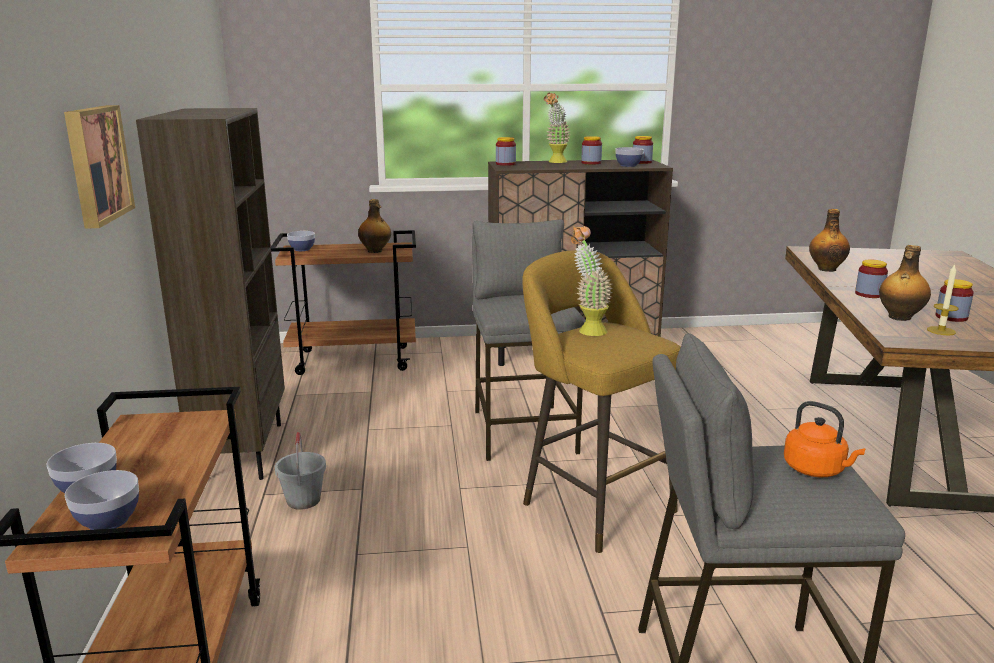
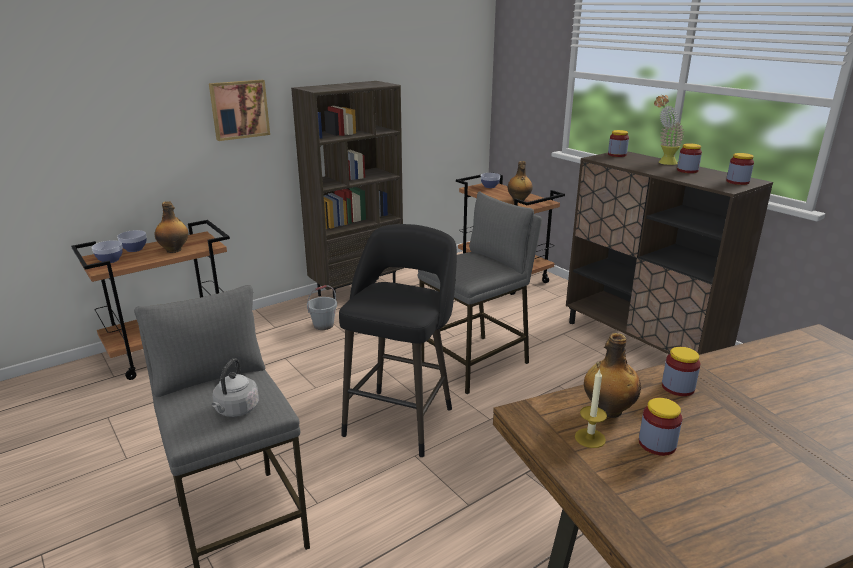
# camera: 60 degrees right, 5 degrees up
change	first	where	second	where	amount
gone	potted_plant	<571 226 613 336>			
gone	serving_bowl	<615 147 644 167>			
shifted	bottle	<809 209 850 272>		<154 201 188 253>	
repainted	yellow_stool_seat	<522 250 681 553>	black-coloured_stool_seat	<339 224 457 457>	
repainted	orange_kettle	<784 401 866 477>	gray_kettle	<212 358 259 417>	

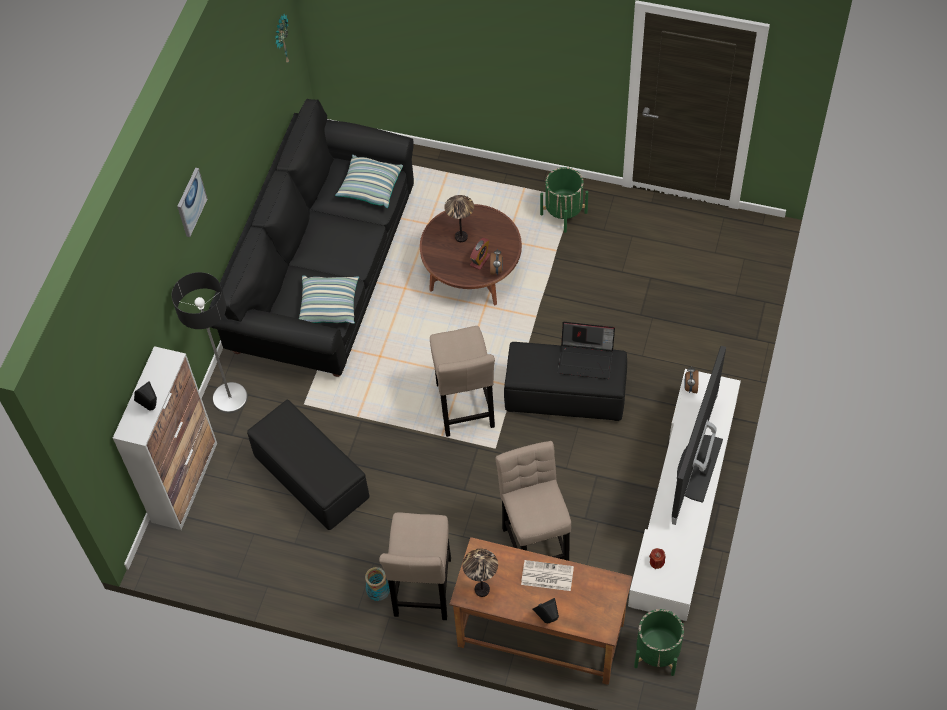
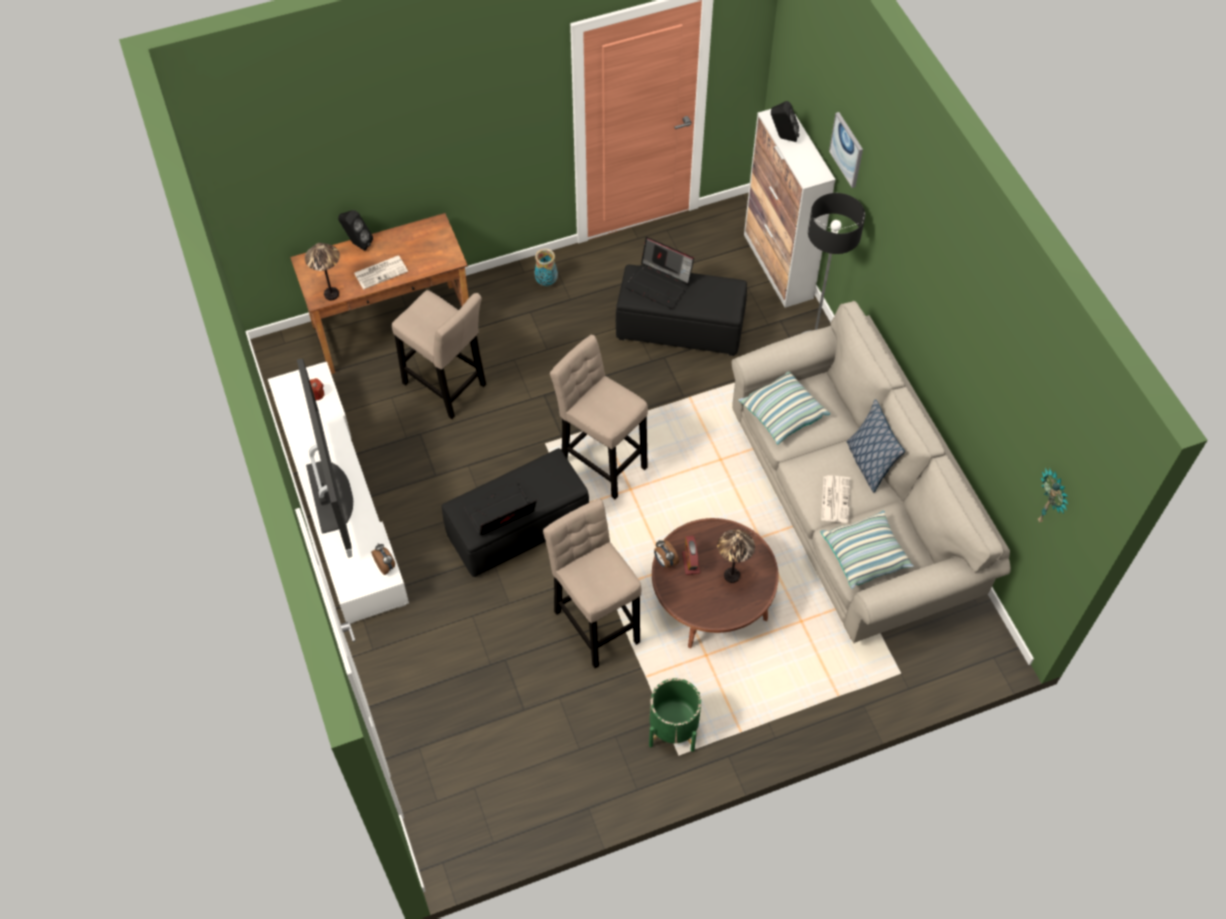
# camera: 140 degrees right, 0 degrees up
change	first	where	second	where	amount
gone	green-coloured_flower_pot	<634 609 684 676>			
new			laptop	<625 237 694 308>	
new			newspaper	<821 475 851 523>	
new			cushion	<846 399 905 493>	
shifted	wall_art	<177 168 207 237>		<829 112 863 188>	
shifted	beige-coloured_stool_seat	<379 512 451 620>		<543 499 642 668>	
shifted	table_lamp	<463 549 498 597>		<305 243 340 300>	
repainted	black-coloured_sofa	<209 99 414 377>	beige-coloured_sofa	<732 301 1011 643>	

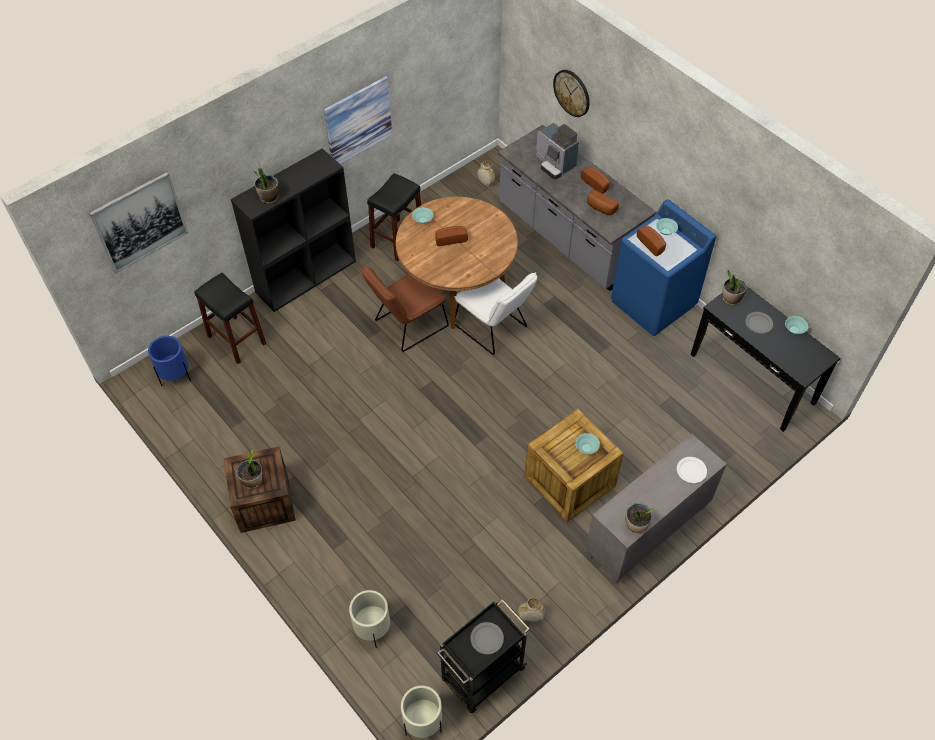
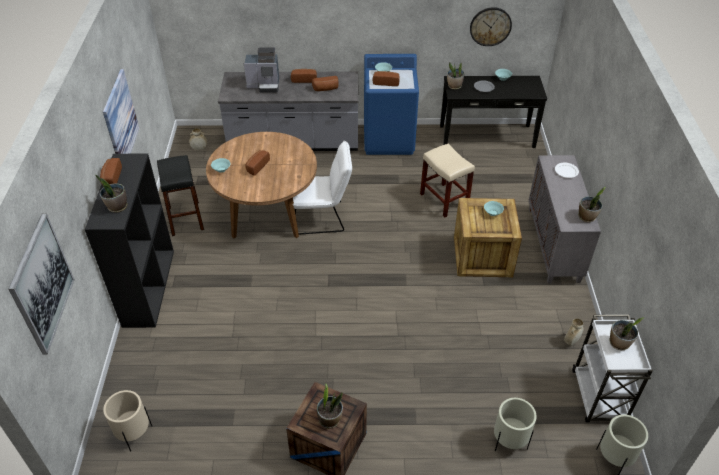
# camera: 50 degrees left, 10 degrees down
change	first	where	second	where	amount
gone	black-coloured_stool_seat	<194 273 266 364>			
gone	brown_plain_chair	<362 265 449 352>			
new			bakery_bread	<100 158 122 185>	
new			beige-coloured_stool_seat	<420 144 475 218>	
shifted	wall_clock	<553 70 590 117>		<470 7 512 46>	
swapped	gray_dinner_plate	<471 622 504 654>	potted_plant	<610 317 644 350>	
repainted	bluish_flower_pot	<148 336 191 386>	beige-coloured_flower_pot	<103 390 152 451>	
repainted	black-coloured_cart	<436 599 530 713>	white-coloured_cart	<572 315 653 422>	

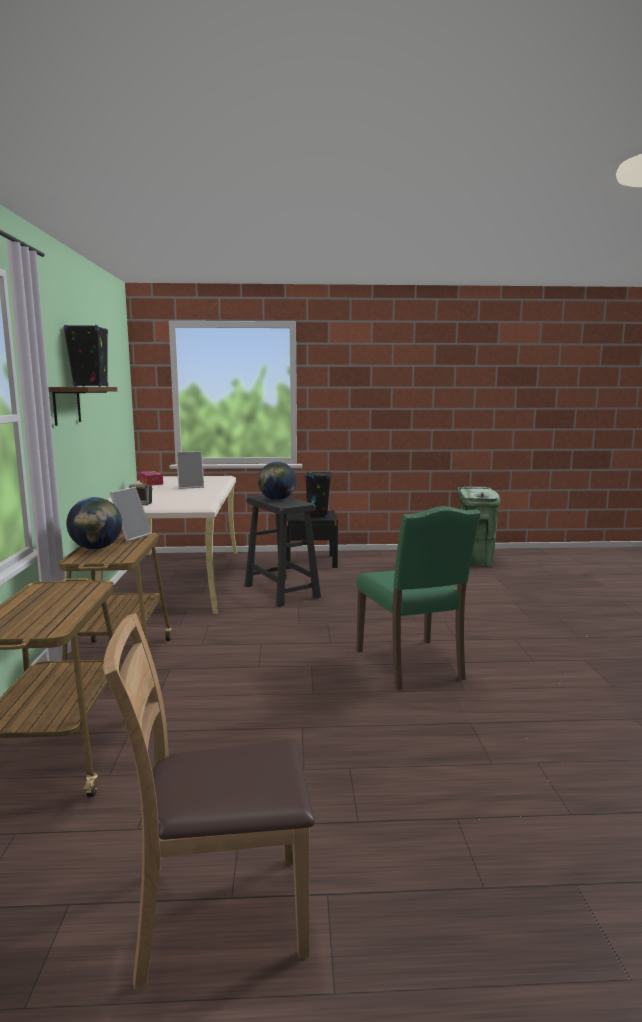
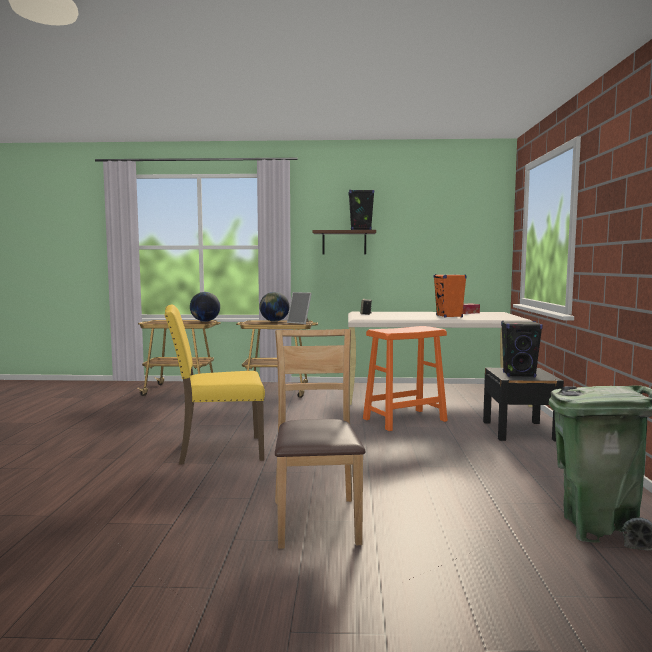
# camera: 95 degrees right, 5 degrees down
change	first	where	second	where	amount
shifted	brown_plain_chair	<103 613 315 990>		<275 329 365 549>	
shifted	globe	<258 462 296 500>		<190 292 220 322>	
swapped	picture_frame	<176 451 204 489>	orange_speaker	<434 274 467 318>	
repainted	black-coloured_stool_seat	<245 495 321 607>	orange_stool_seat	<363 326 448 431>	
repainted	green-coloured_plain_chair	<357 506 481 690>	yellow_plain_chair	<164 305 265 465>	

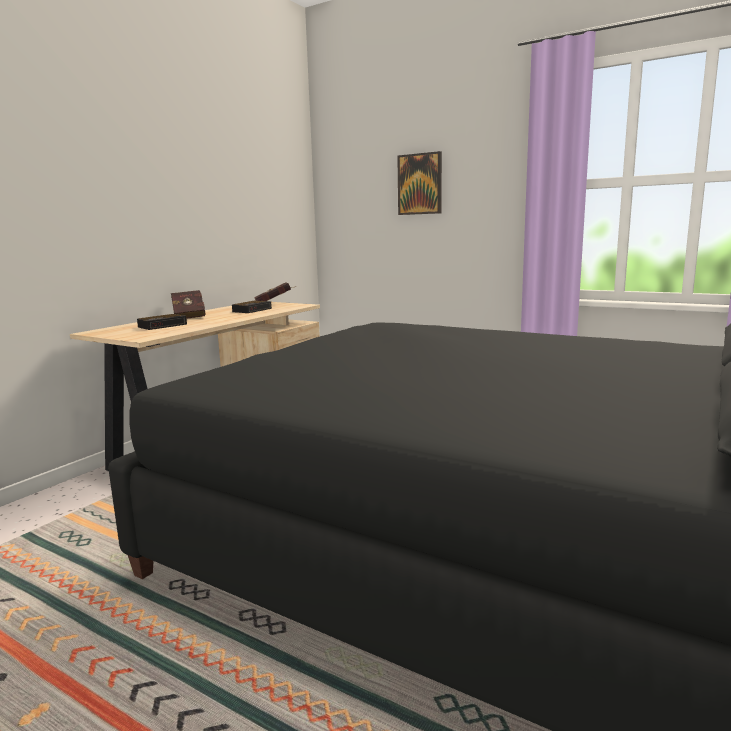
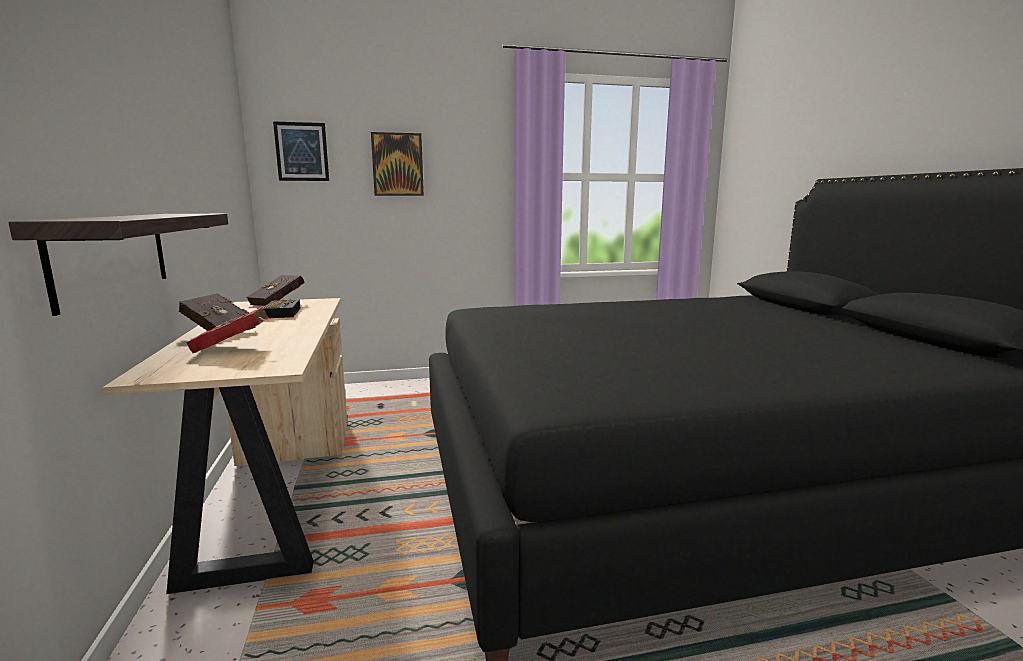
# camera: 45 degrees left, 0 degrees up
change	first	where	second	where	amount
new			bracket_shelf	<9 214 228 316>	
new			wall_art	<273 121 329 181>	
swapped	table_clock	<137 314 187 330>	red-coloured_book	<187 307 271 353>	

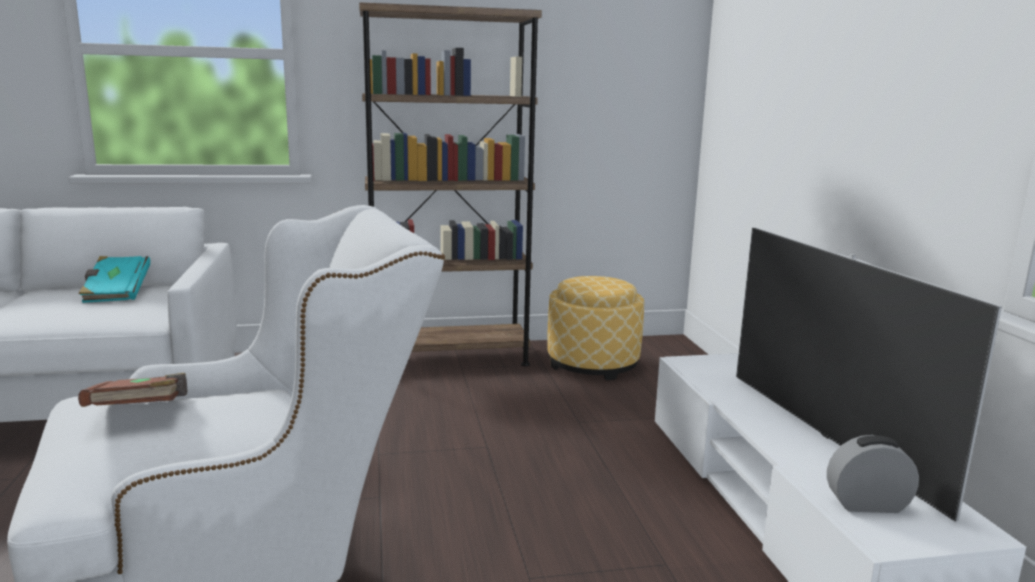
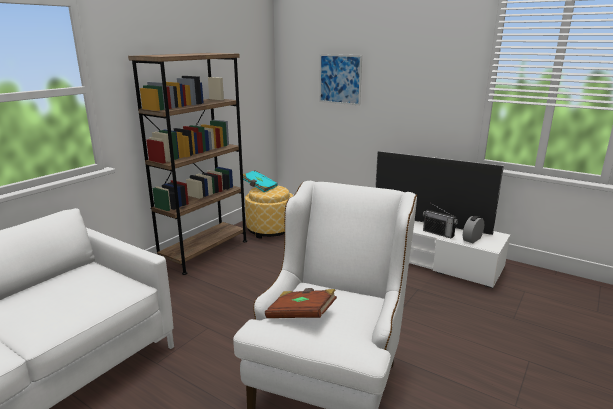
# camera: 45 degrees left, 5 degrees up
change	first	where	second	where	amount
new			wall_art	<319 54 362 105>	
new			radio_receiver	<423 203 458 239>	
shifted	blue-green_book	<79 256 150 303>		<243 170 278 192>	

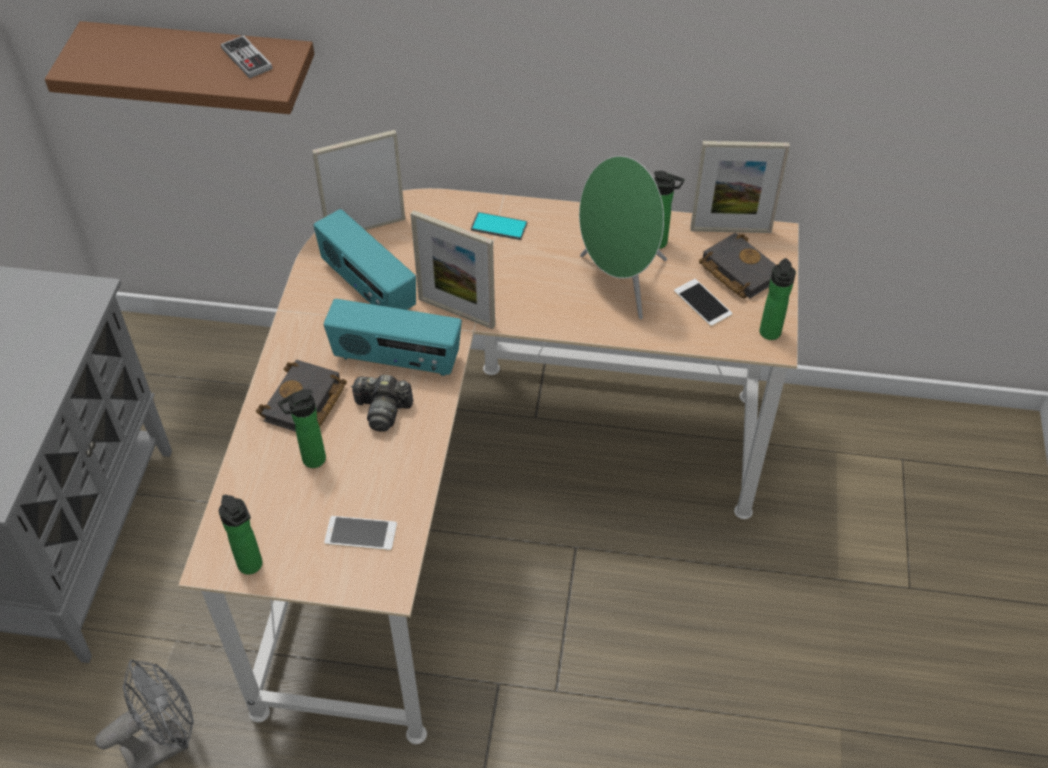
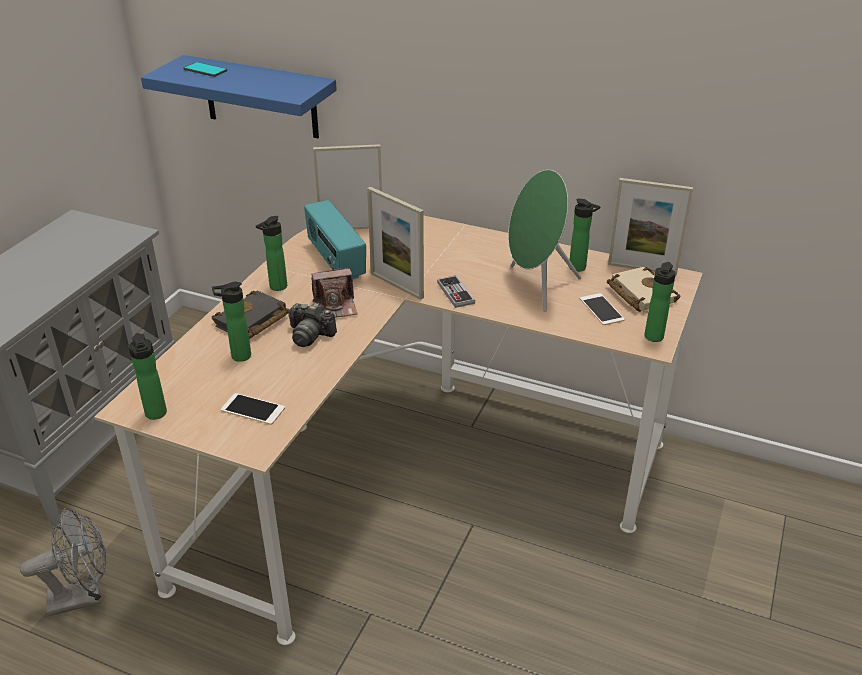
# camera: 15 degrees right, 15 degrees down
change	first	where	second	where	amount
new			bottle	<256 216 287 291>	
shifted	game_controller	<221 35 273 78>		<437 275 475 308>	
shifted	phone	<471 212 527 240>		<183 62 227 77>	
swapped	radio_receiver	<324 299 462 376>	photo_camera	<311 267 357 318>	
repainted	brown_bracket_shelf	<45 21 314 114>	bluish_bracket_shelf	<141 55 337 138>	
repainted	black-coloured_book	<699 233 779 299>	beige-coloured_book	<607 267 681 312>	

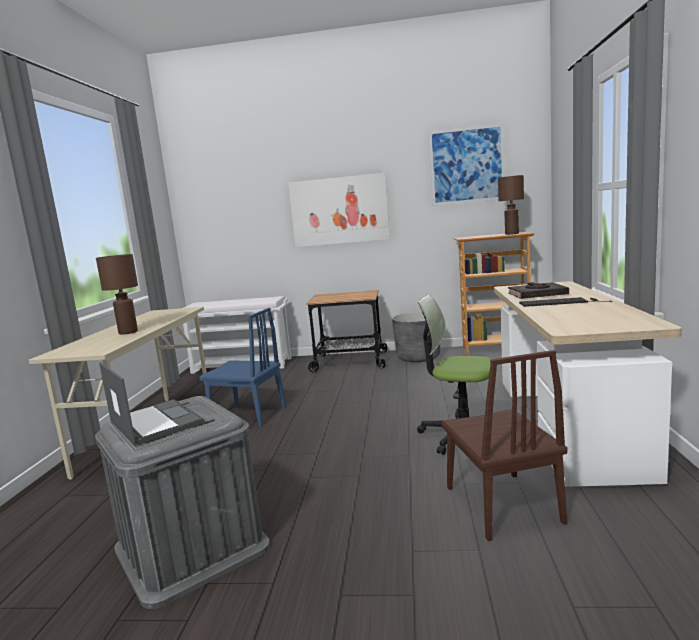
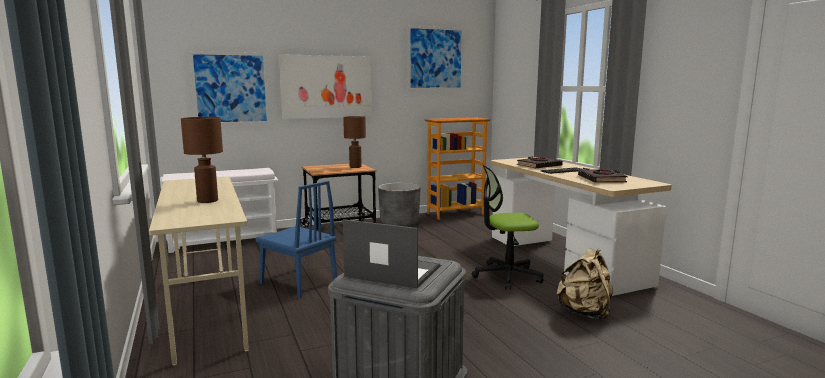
# camera: 30 degrees left, 0 degrees up
change	first	where	second	where	amount
new			wall_art	<189 51 270 125>	
new			black-coloured_book	<578 169 627 183>	
shifted	brown_table_lamp	<498 175 524 235>		<343 116 366 168>	
swapped	brown_plain_chair	<442 350 567 541>	beige-coloured_knapsack	<557 249 613 321>	
rotated	bluish_plain_chair	<199 308 286 427>		<255 181 337 298>	45 degrees clockwise

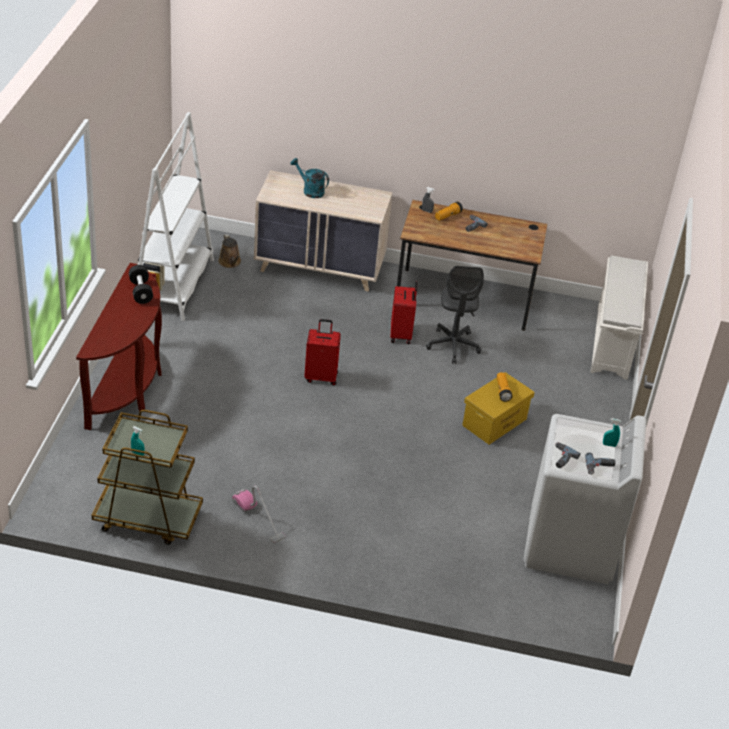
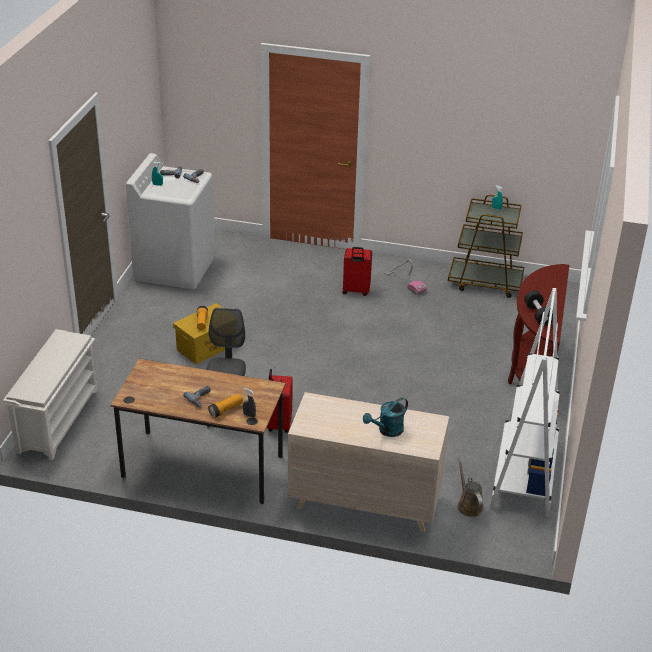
# camera: 175 degrees left, 5 degrees down
change	first	where	second	where	amount
shifted	red-coloured_travel_case	<304 319 341 385>		<342 247 372 296>	
rotated	blue-green_sprinkling_can	<290 158 329 198>		<363 397 408 437>	105 degrees clockwise

